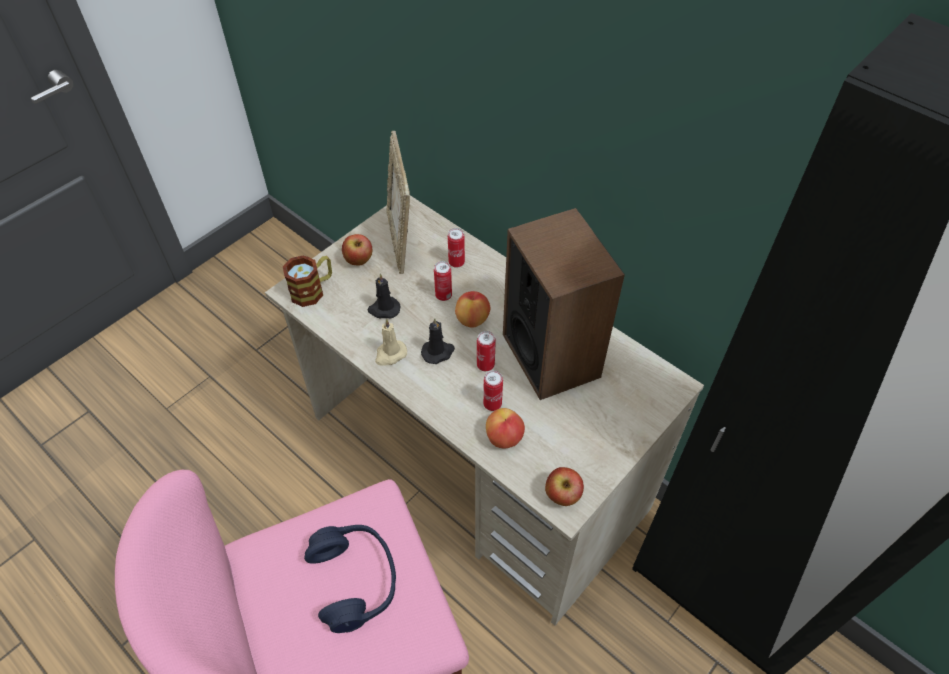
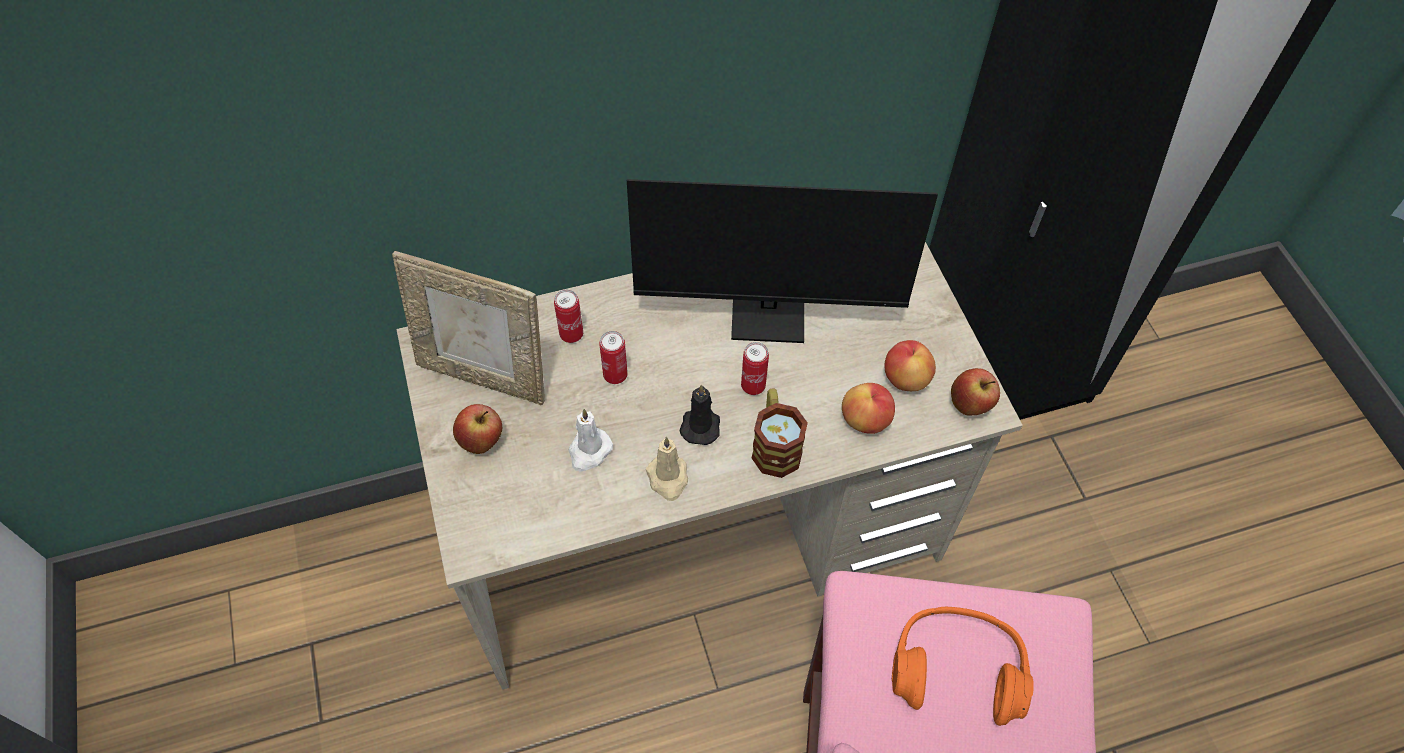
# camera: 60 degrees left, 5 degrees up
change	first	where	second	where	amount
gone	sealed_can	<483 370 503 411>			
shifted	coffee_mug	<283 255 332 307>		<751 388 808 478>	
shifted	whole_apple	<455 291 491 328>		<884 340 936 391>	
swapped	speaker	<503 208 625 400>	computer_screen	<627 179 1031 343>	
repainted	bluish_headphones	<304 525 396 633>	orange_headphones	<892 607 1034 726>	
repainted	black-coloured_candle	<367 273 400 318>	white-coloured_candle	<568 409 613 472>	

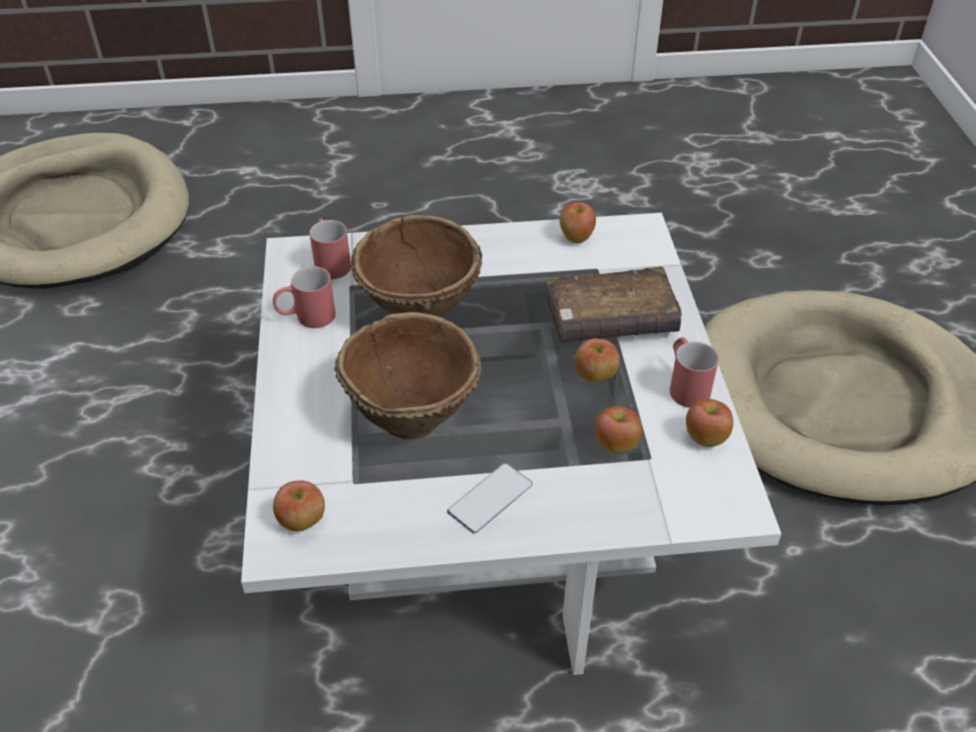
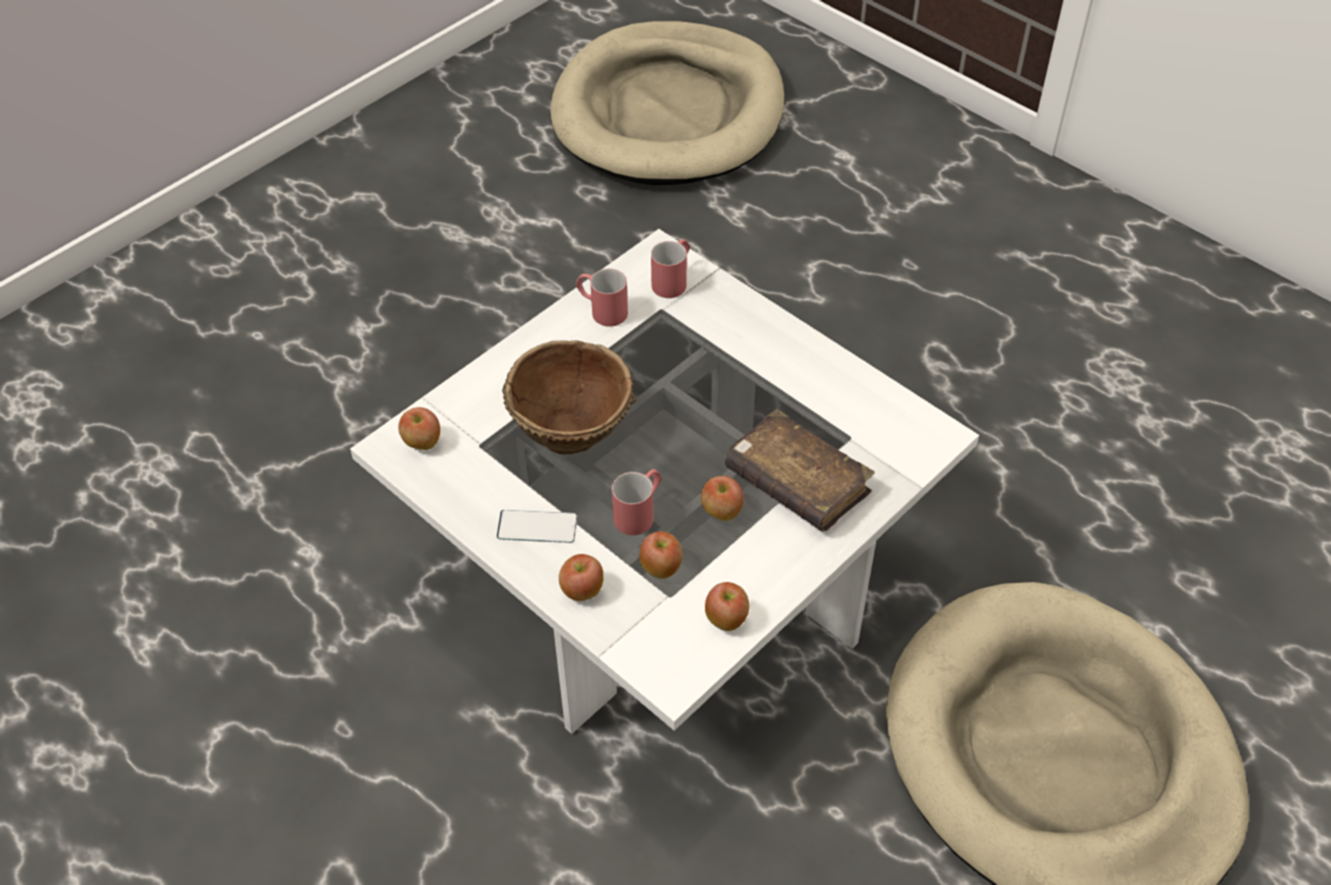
# camera: 50 degrees right, 5 degrees up
change	first	where	second	where	amount
gone	brown_serving_bowl	<351 215 482 317>			
shifted	whole_apple	<559 202 596 243>		<559 554 604 601>	
shifted	red-coloured_coffee_mug	<670 337 719 408>		<612 469 662 535>	

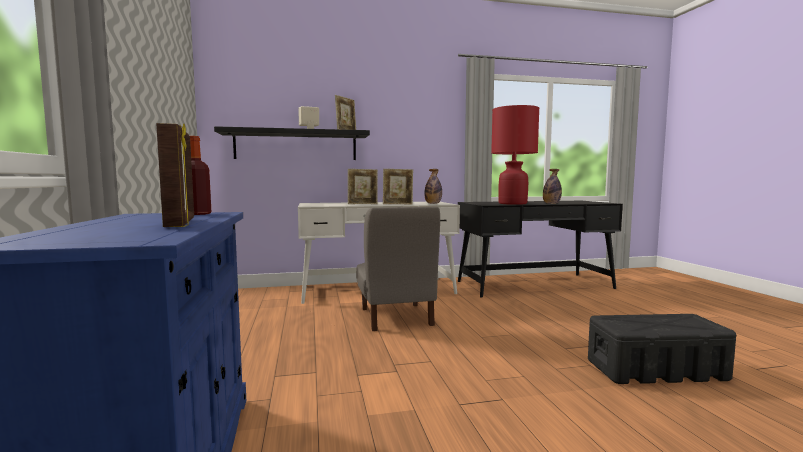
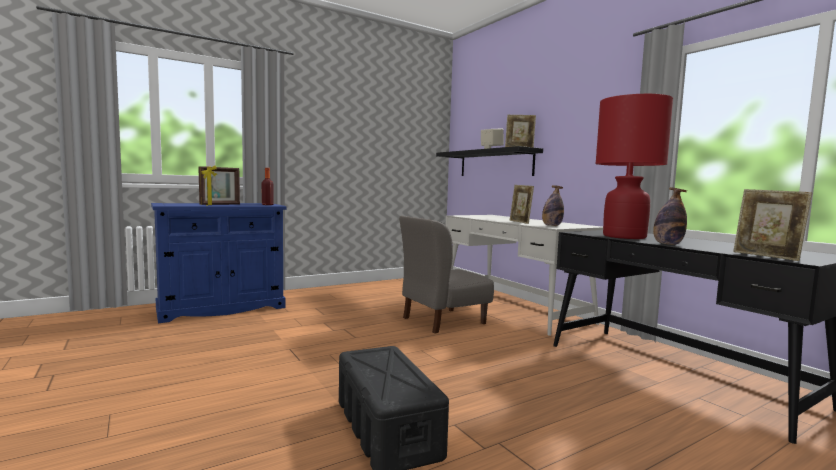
# camera: 70 degrees right, 0 degrees up
change	first	where	second	where	amount
shifted	picture_frame	<348 169 378 204>		<733 189 812 261>	

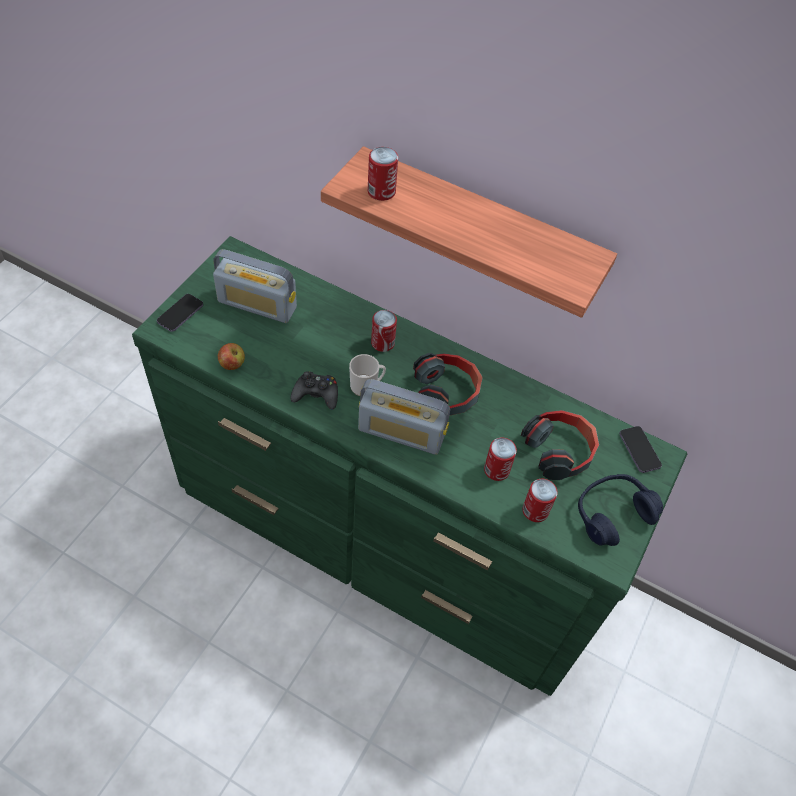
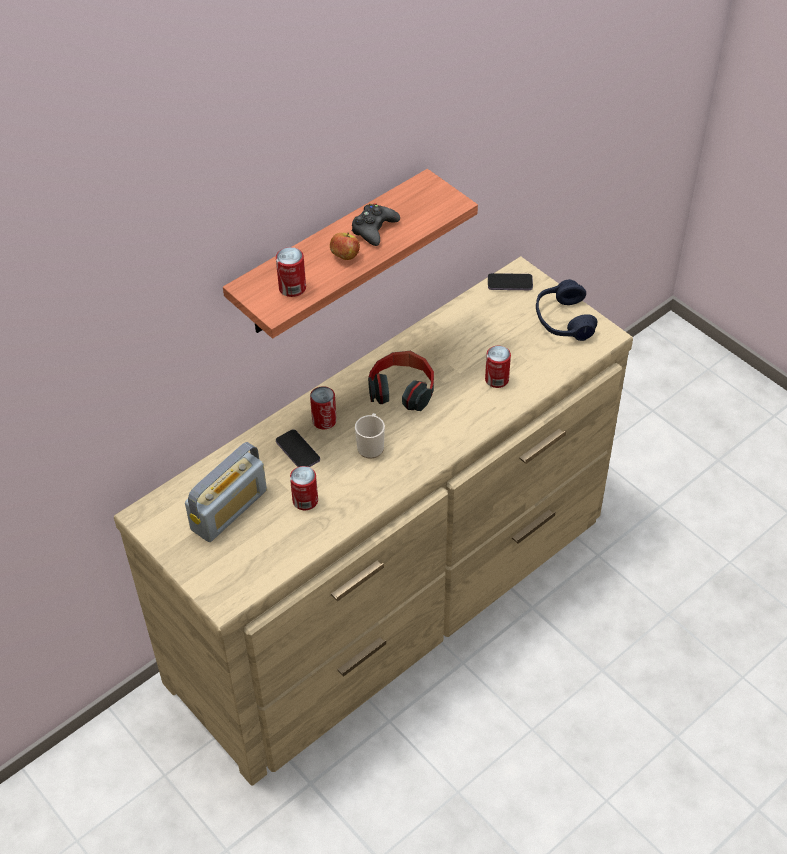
# camera: 65 degrees left, 5 degrees down
change	first	where	second	where	amount
gone	radio_receiver	<358 379 450 455>			
gone	headphones	<521 410 599 480>			
shifted	phone	<157 294 203 332>		<276 429 320 467>	
shifted	whole_apple	<218 343 245 370>		<330 233 360 260>	
shifted	black-coloured_game_controller	<290 371 338 410>		<352 203 400 246>	
shifted	sealed_can	<522 479 558 522>		<290 466 318 510>	
repainted	green-coloured_dresser	<132 236 687 696>	beige-coloured_dresser	<114 256 633 786>	

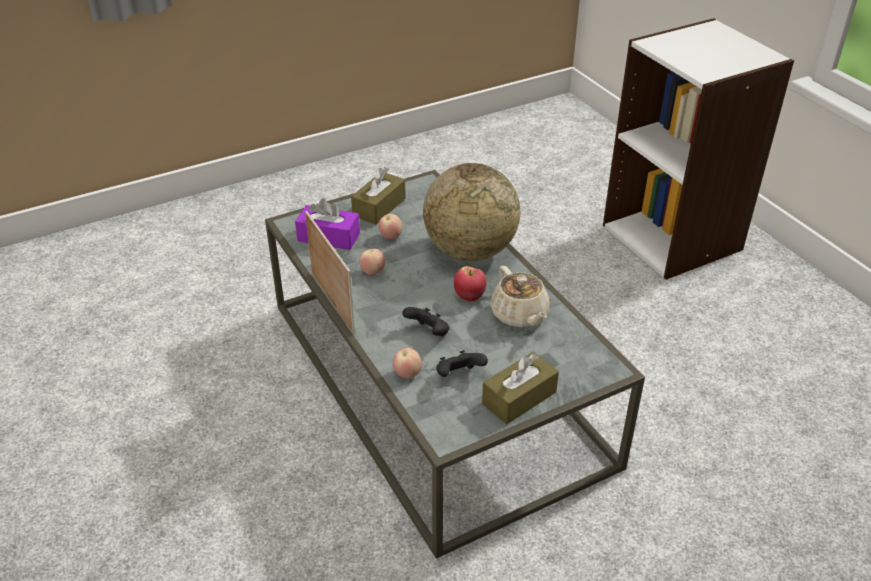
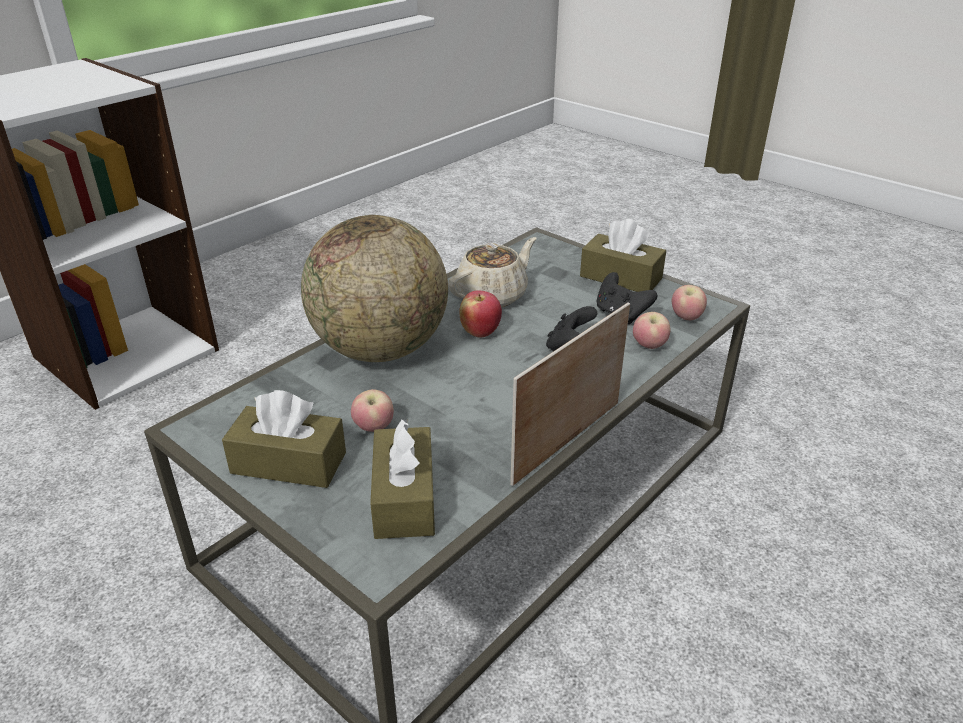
# camera: 110 degrees left, 5 degrees down
change	first	where	second	where	amount
shifted	whole_apple	<359 249 385 275>		<672 285 707 320>	
repainted	purplish_box_of_tissues	<295 198 360 250>	brown_box_of_tissues	<370 419 435 539>	

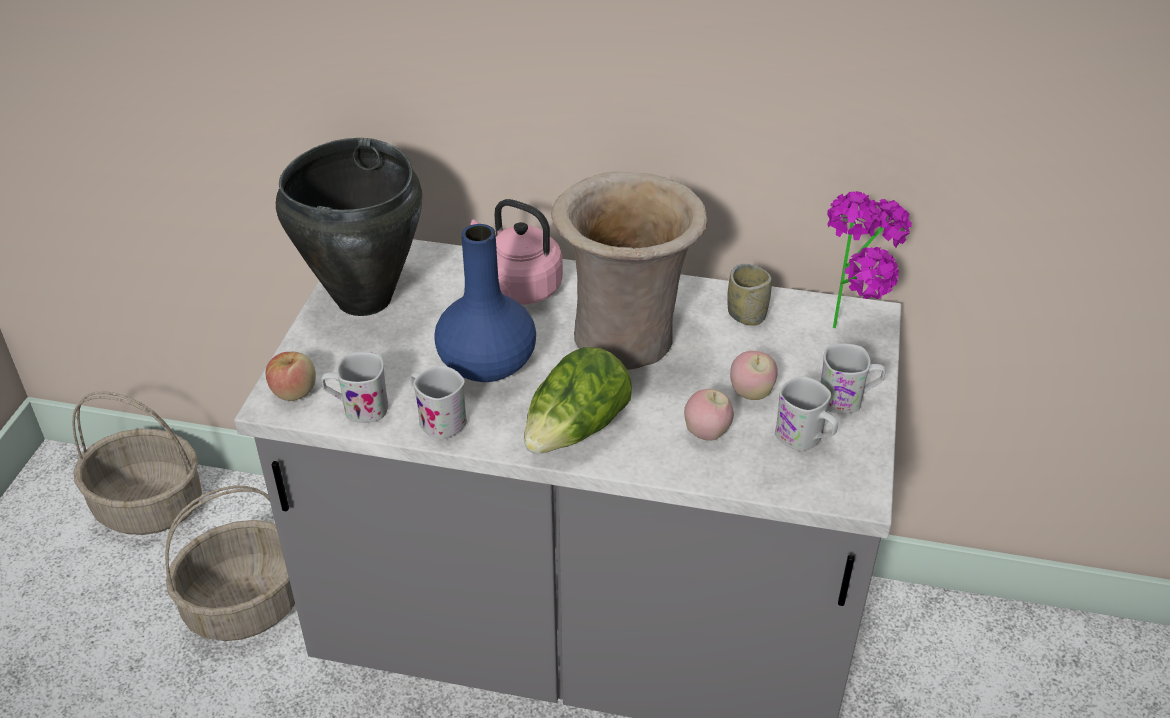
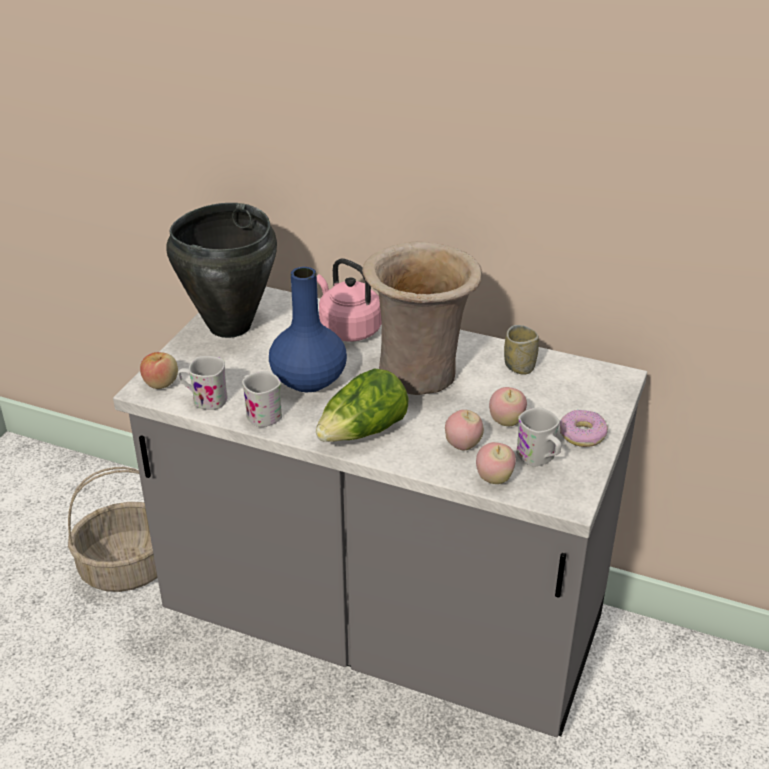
# camera: 10 degrees right, 5 degrees down
change	first	where	second	where	amount
gone	basket	<72 391 202 535>			
gone	potted_plant	<827 191 912 329>			
new			whole_apple	<476 442 516 484>	
swapped	white-coloured_coffee_mug	<820 343 886 414>	donut	<560 410 608 447>	

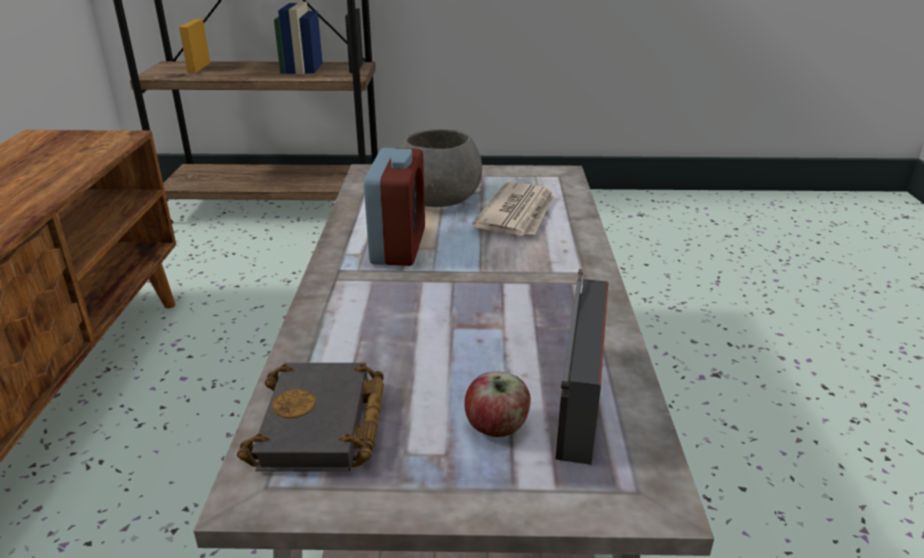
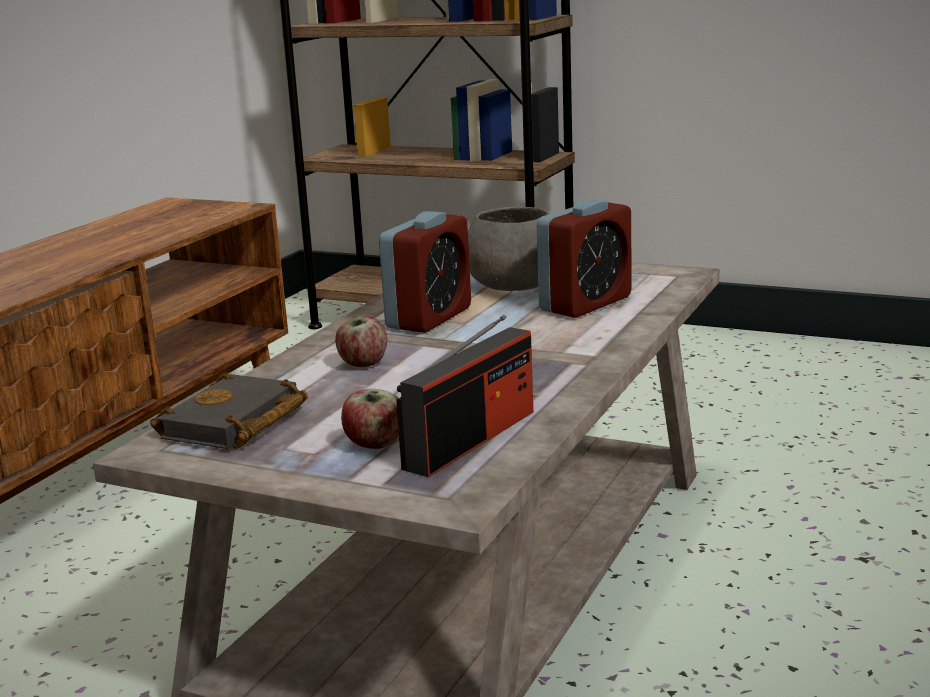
# camera: 25 degrees right, 10 degrees down
change	first	where	second	where	amount
new			whole_apple	<335 316 387 367>	
swapped	newspaper	<472 182 554 236>	table_clock	<537 199 631 318>	

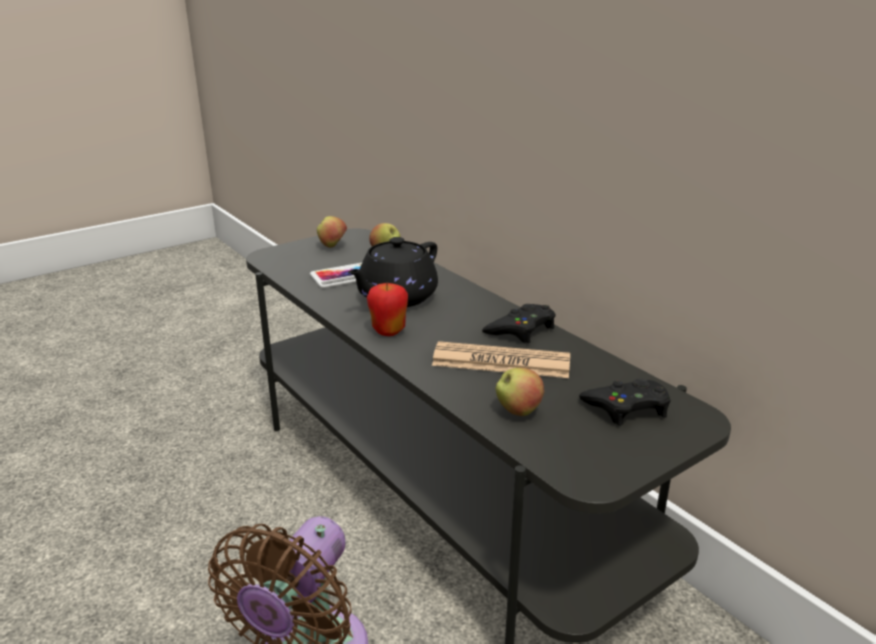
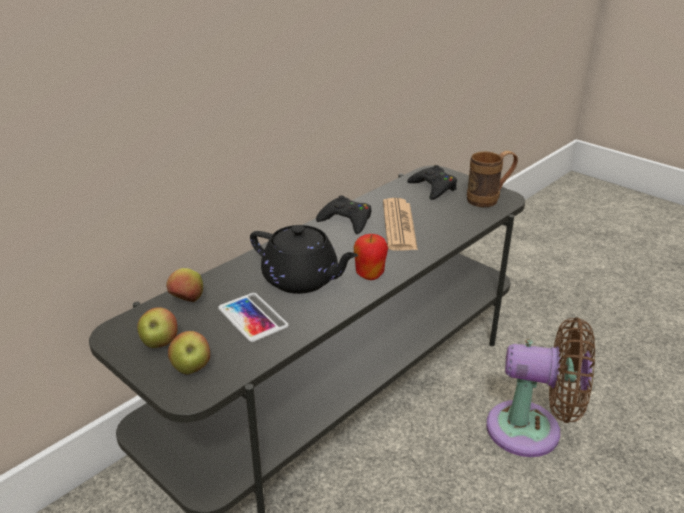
# camera: 100 degrees left, 5 degrees up
change	first	where	second	where	amount
new			brown_coffee_mug	<467 151 518 207>	
shifted	whole_apple	<496 368 544 416>		<168 331 210 375>	

